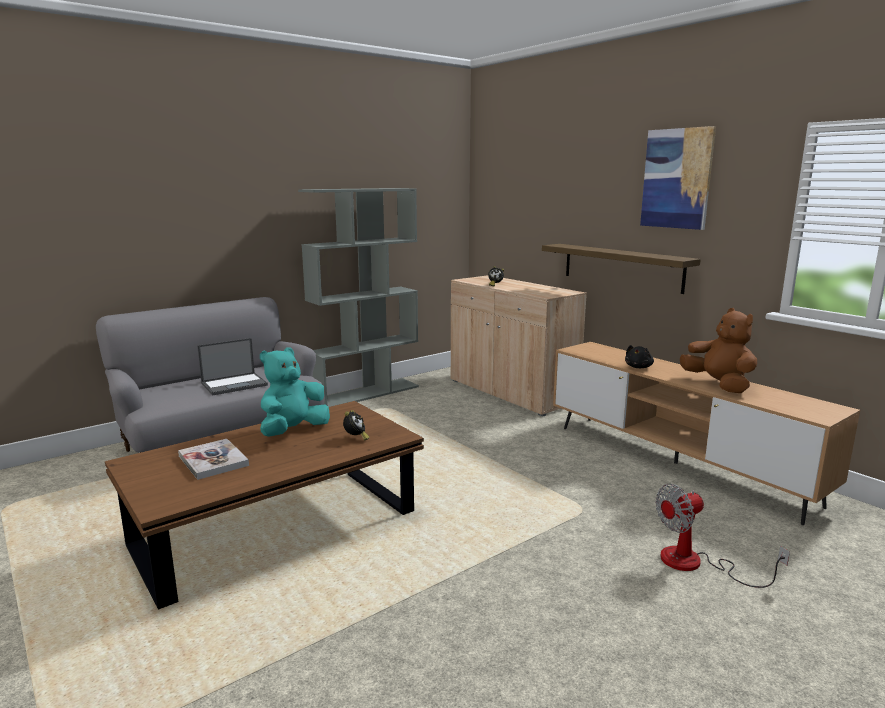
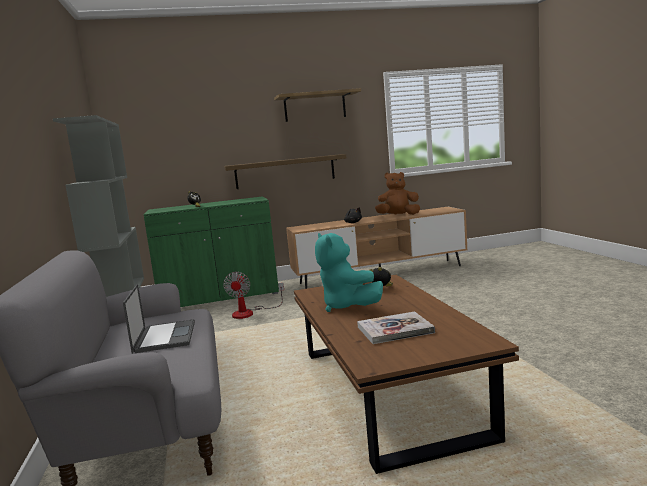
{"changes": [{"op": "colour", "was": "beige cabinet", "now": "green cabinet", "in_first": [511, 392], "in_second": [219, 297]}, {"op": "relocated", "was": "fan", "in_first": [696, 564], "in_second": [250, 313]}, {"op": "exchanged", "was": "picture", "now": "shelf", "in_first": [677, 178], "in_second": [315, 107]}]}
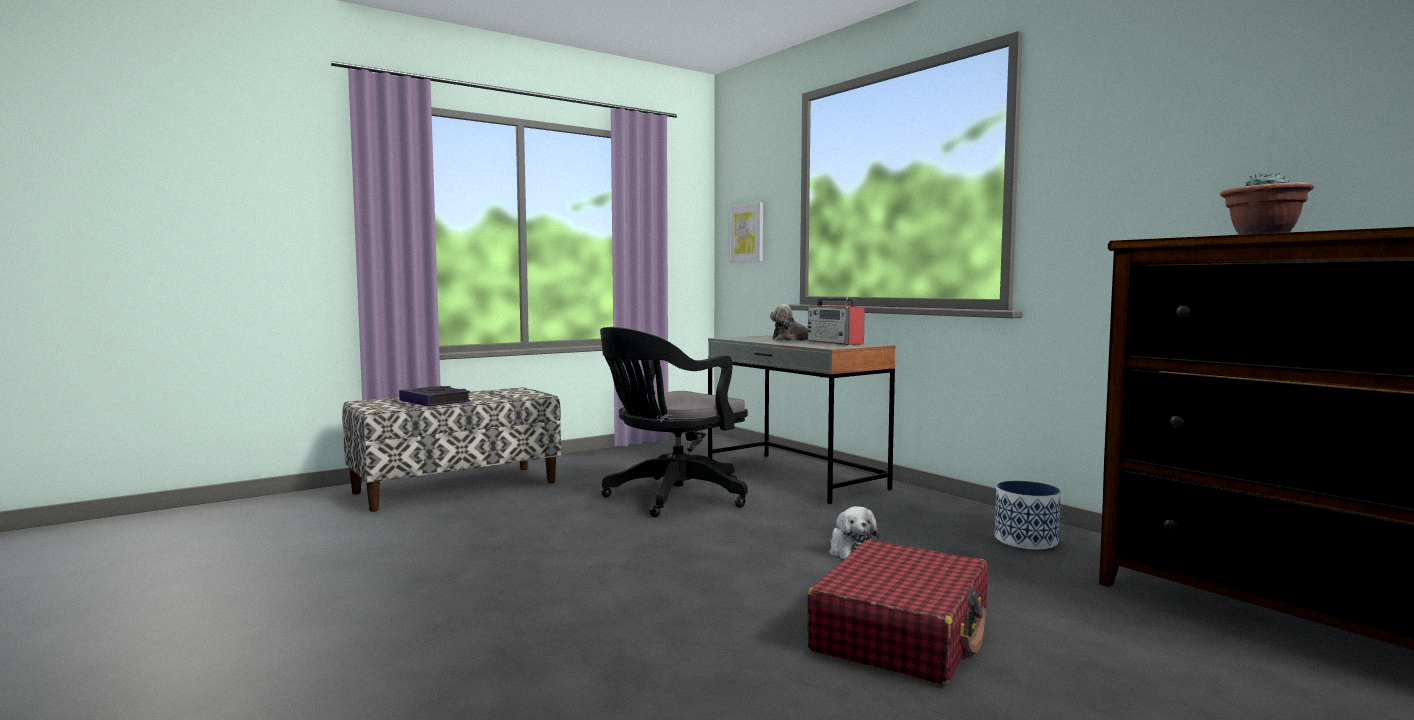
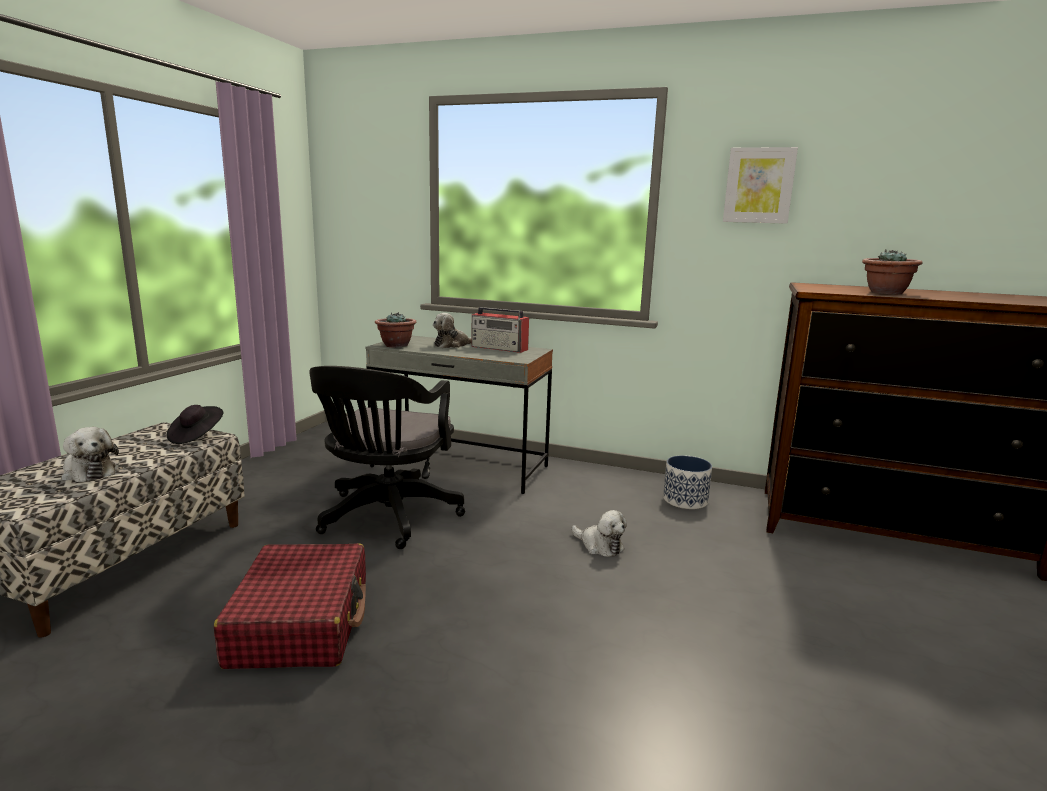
{"changes": [{"op": "exchanged", "was": "book", "now": "plush toy", "in_first": [435, 401], "in_second": [88, 472]}, {"op": "appeared", "now": "black hat", "in_second": [196, 436]}, {"op": "relocated", "was": "red suitcase", "in_first": [901, 634], "in_second": [301, 622]}, {"op": "appeared", "now": "potted plant", "in_second": [396, 345]}, {"op": "relocated", "was": "picture", "in_first": [747, 233], "in_second": [759, 185]}]}
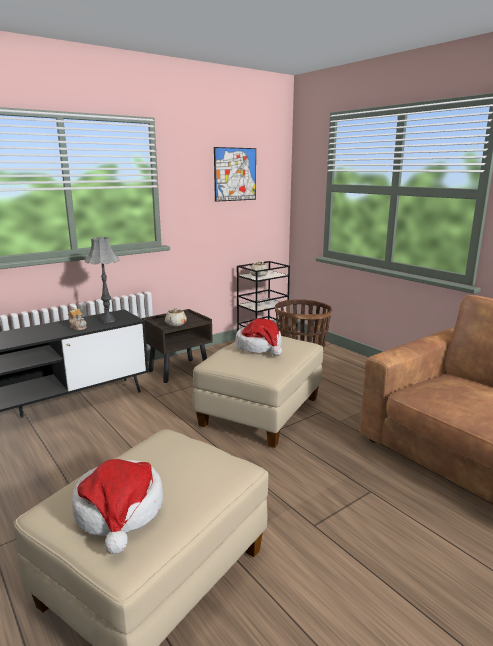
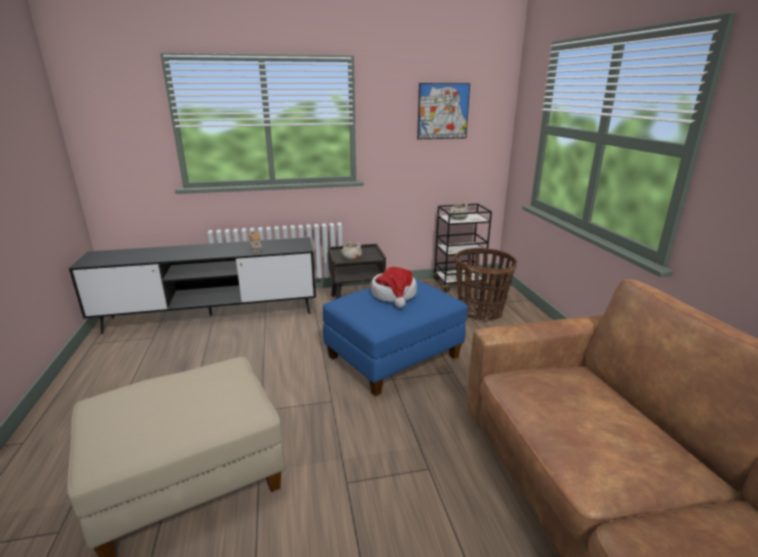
{"changes": [{"op": "colour", "was": "beige ottoman", "now": "blue ottoman", "in_first": [260, 412], "in_second": [393, 357]}, {"op": "missing", "was": "hat", "in_first": [120, 511]}, {"op": "missing", "was": "grey table lamp", "in_first": [108, 320]}]}
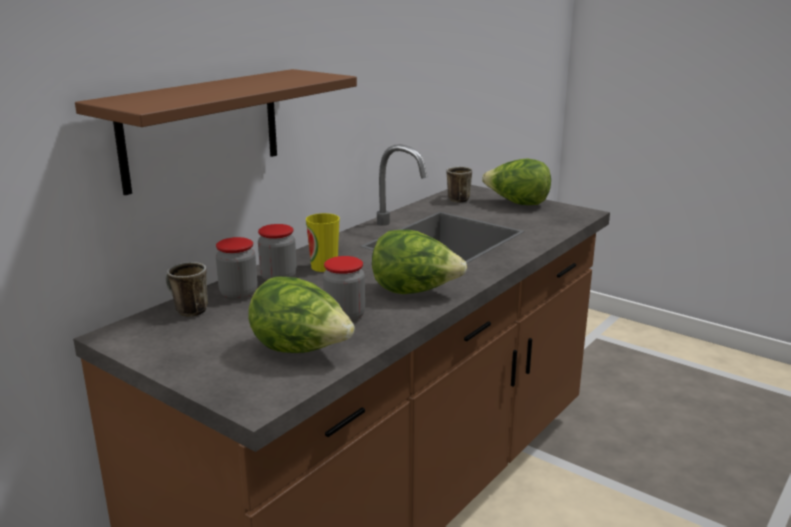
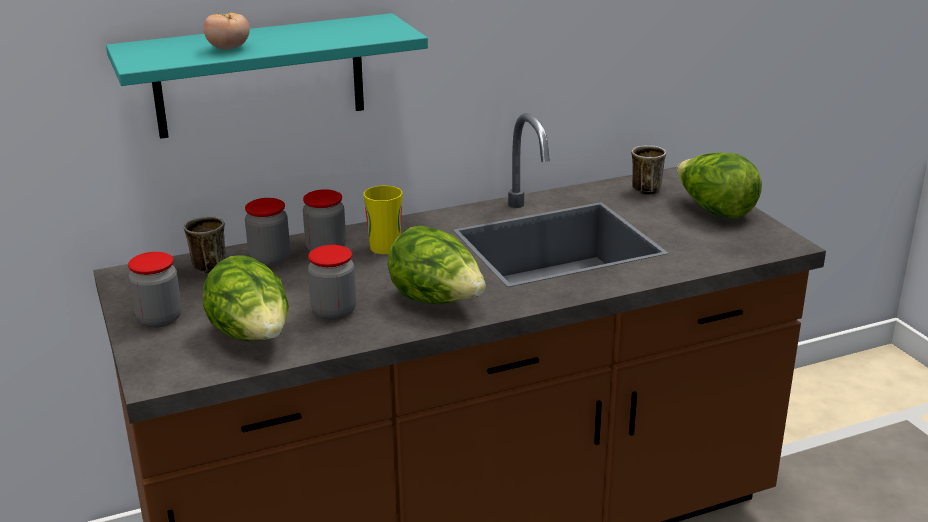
{"changes": [{"op": "colour", "was": "brown shelf", "now": "turquoise shelf", "in_first": [202, 129], "in_second": [260, 76]}, {"op": "appeared", "now": "jar", "in_second": [159, 319]}, {"op": "appeared", "now": "tomato", "in_second": [228, 49]}]}
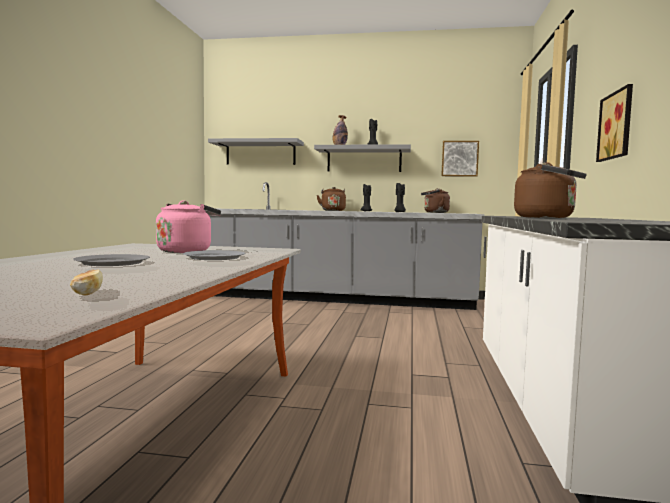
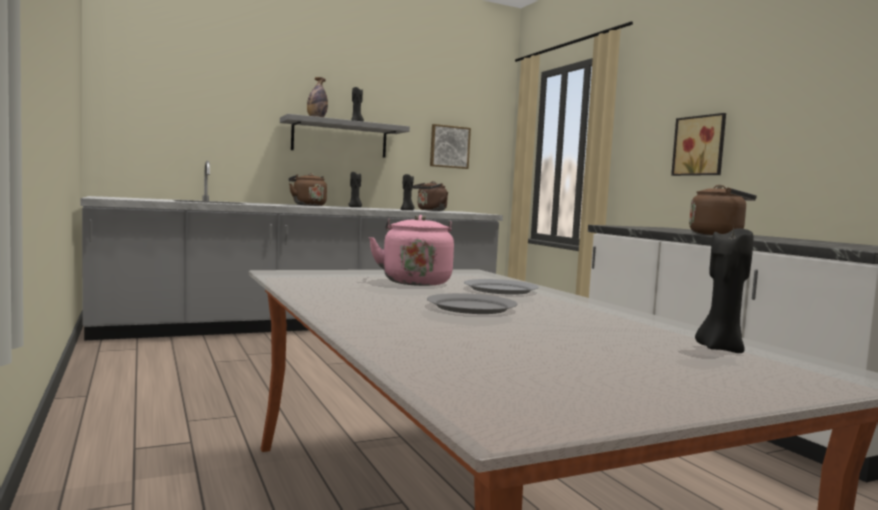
{"changes": [{"op": "exchanged", "was": "bread", "now": "black candle", "in_first": [86, 294], "in_second": [720, 349]}, {"op": "missing", "was": "grey shelf", "in_first": [260, 153]}]}
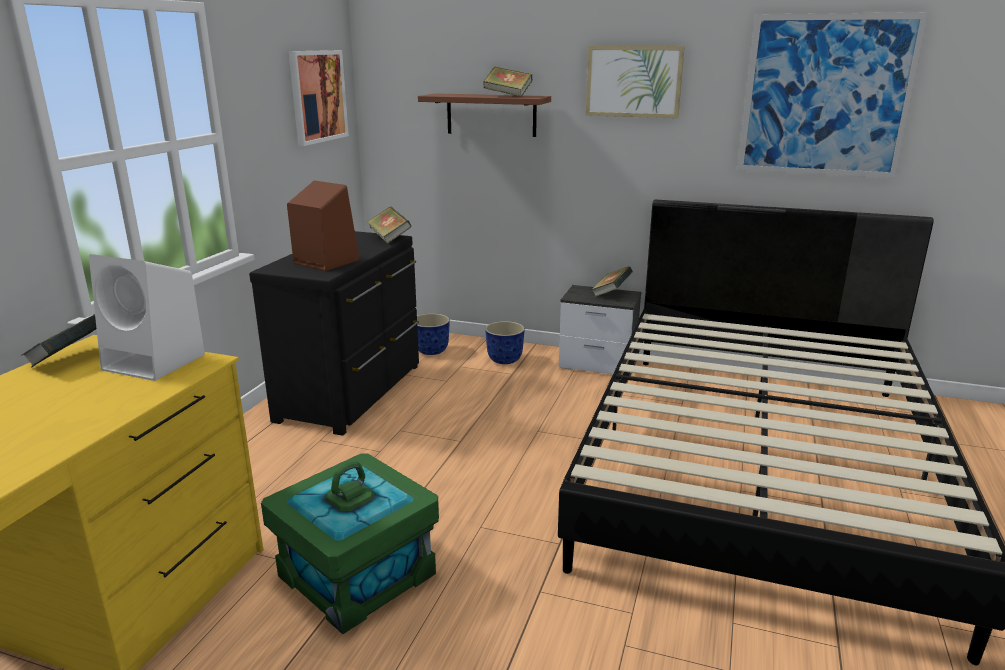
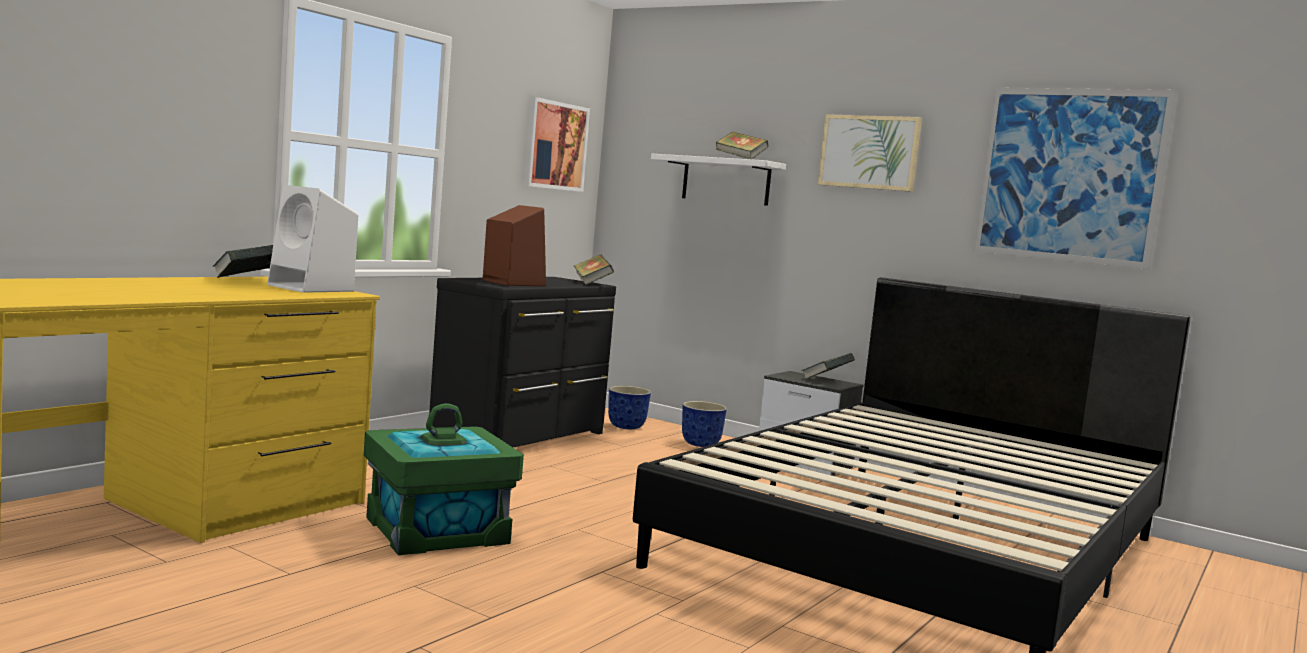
{"changes": [{"op": "colour", "was": "brown shelf", "now": "white shelf", "in_first": [491, 115], "in_second": [726, 181]}]}
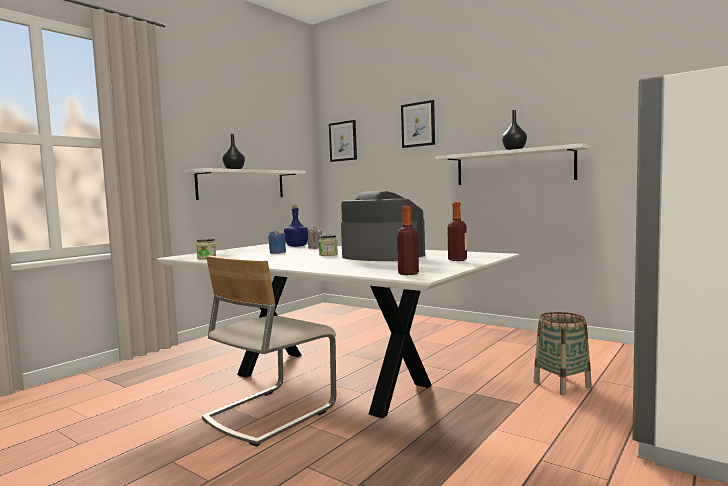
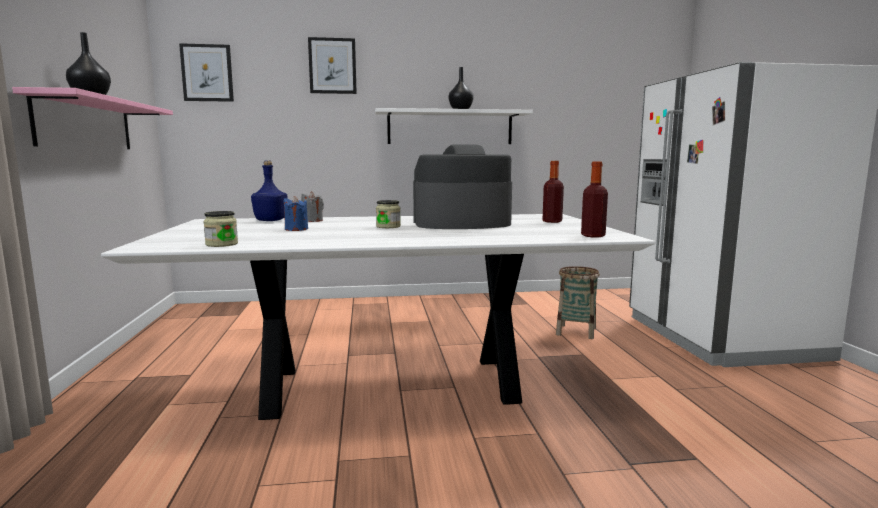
{"changes": [{"op": "colour", "was": "white shelf", "now": "pink shelf", "in_first": [242, 184], "in_second": [86, 124]}, {"op": "missing", "was": "beige chair", "in_first": [269, 413]}]}
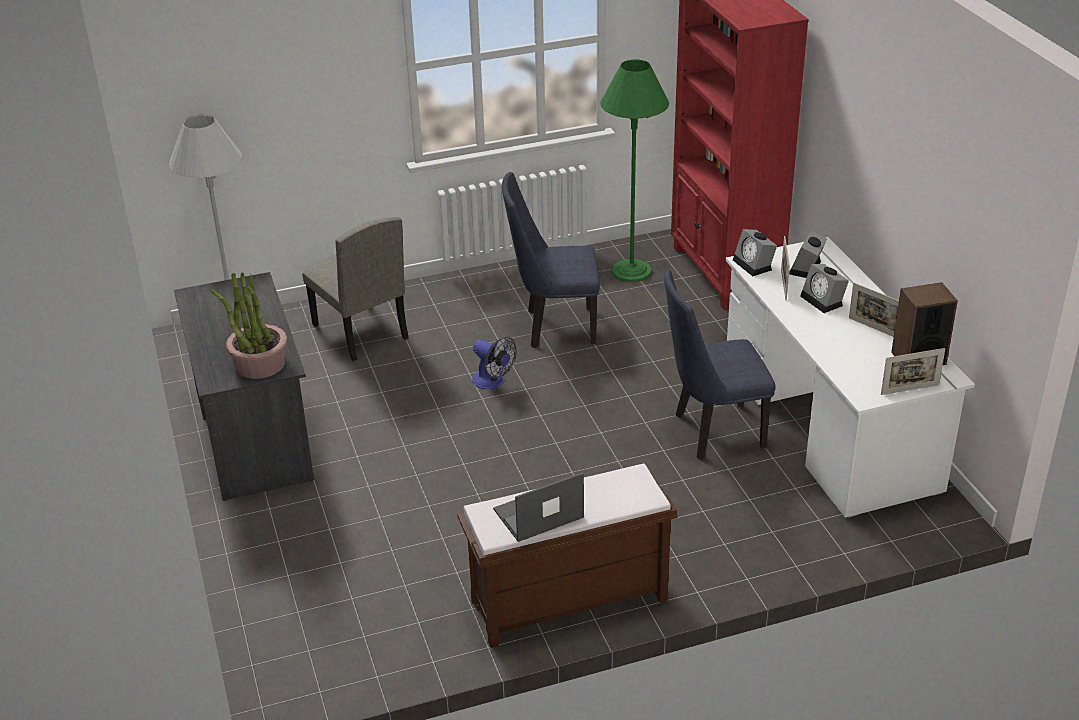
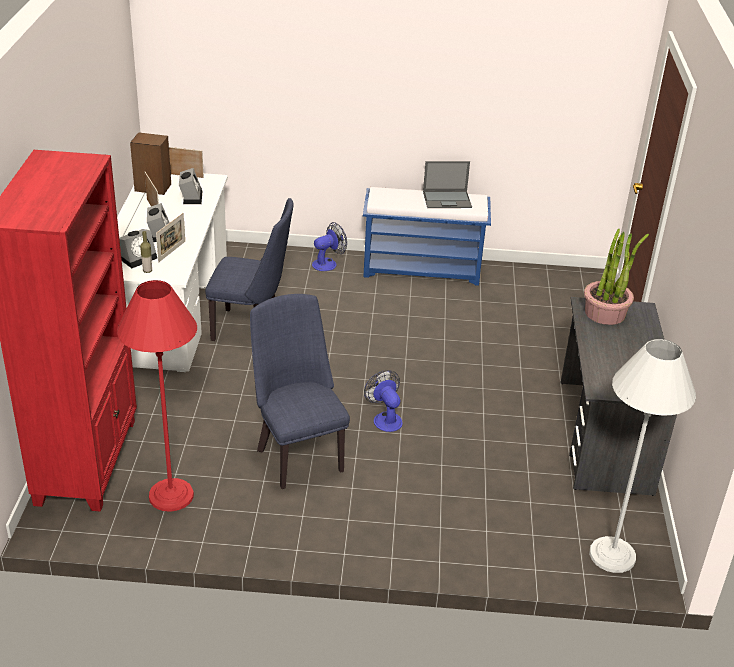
{"changes": [{"op": "colour", "was": "green floor lamp", "now": "red floor lamp", "in_first": [631, 271], "in_second": [171, 495]}, {"op": "appeared", "now": "bottle", "in_second": [147, 271]}, {"op": "relocated", "was": "alarm clock", "in_first": [754, 265], "in_second": [191, 197]}, {"op": "spun", "was": "blue chair", "in_first": [553, 327], "in_second": [297, 455], "clockwise": -135}, {"op": "appeared", "now": "fan", "in_second": [328, 263]}, {"op": "colour", "was": "brown bench", "now": "blue bench", "in_first": [567, 602], "in_second": [422, 270]}, {"op": "missing", "was": "beige chair", "in_first": [359, 332]}]}
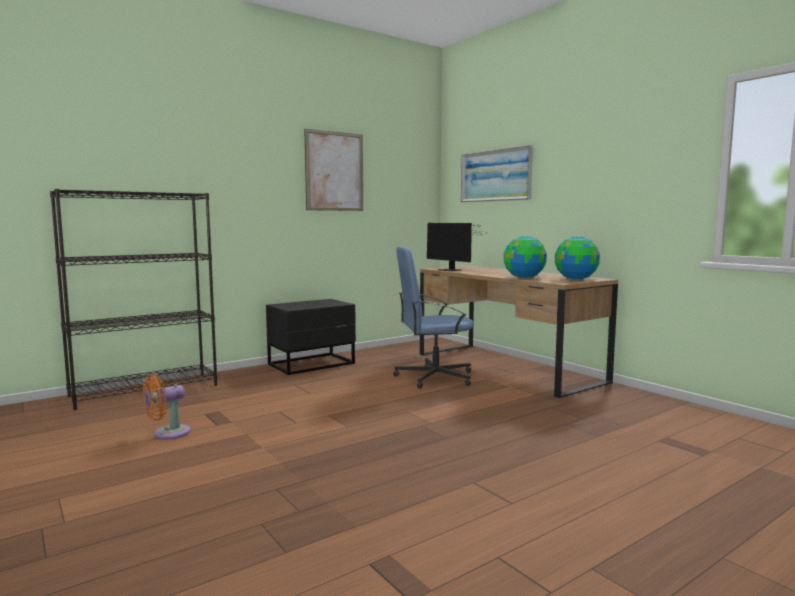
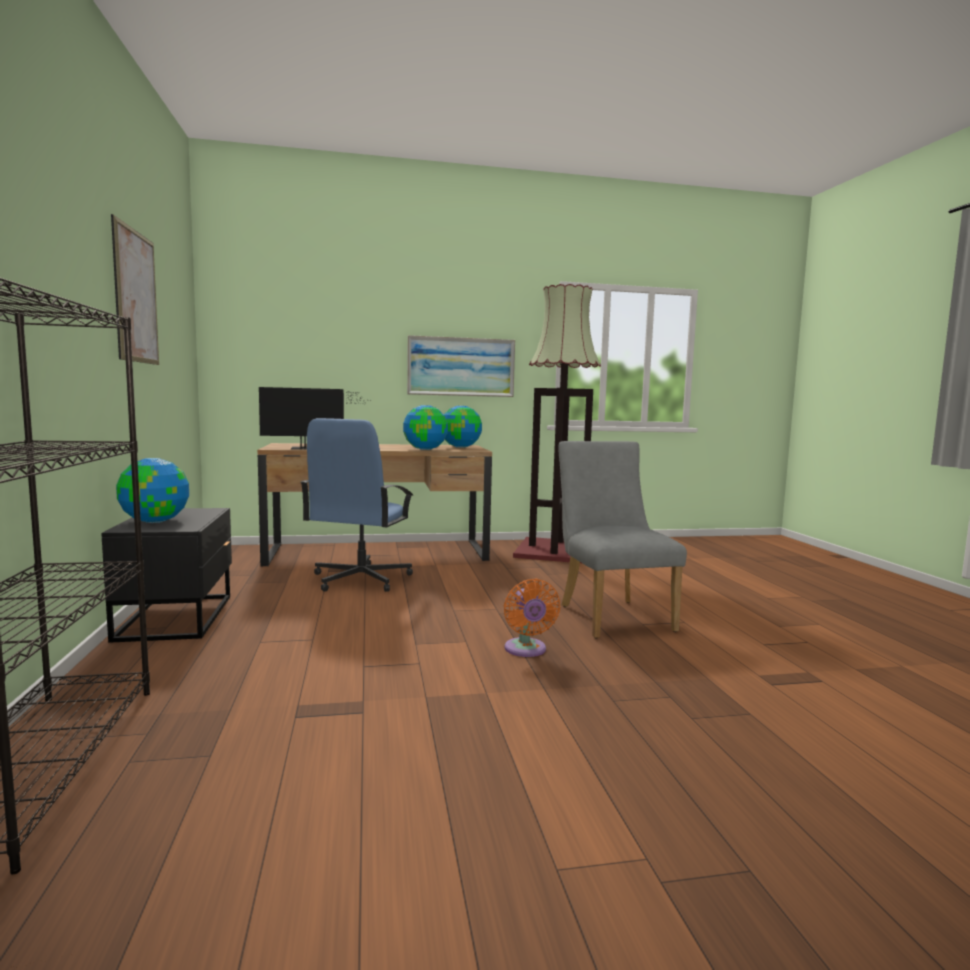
{"changes": [{"op": "appeared", "now": "globe", "in_second": [154, 521]}, {"op": "relocated", "was": "picture", "in_first": [495, 175], "in_second": [461, 367]}, {"op": "relocated", "was": "orange fan", "in_first": [168, 433], "in_second": [526, 650]}, {"op": "appeared", "now": "floor lamp", "in_second": [558, 551]}, {"op": "appeared", "now": "grey chair", "in_second": [611, 615]}]}
